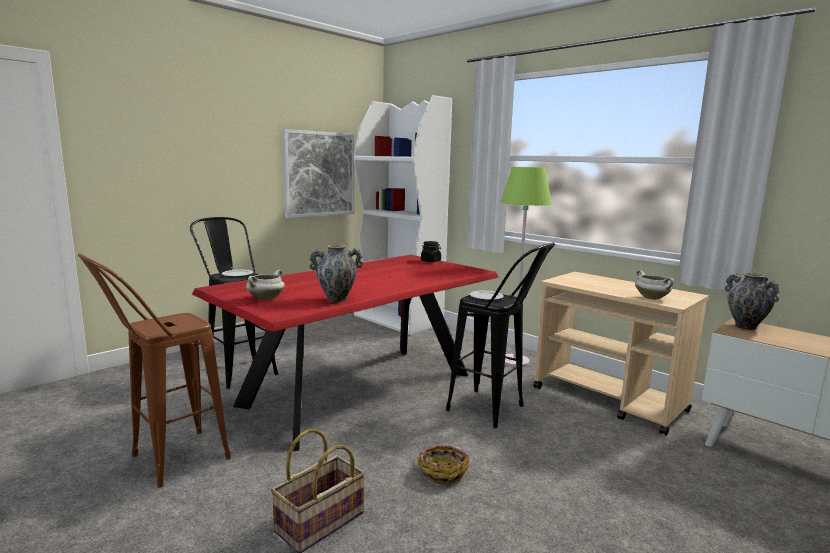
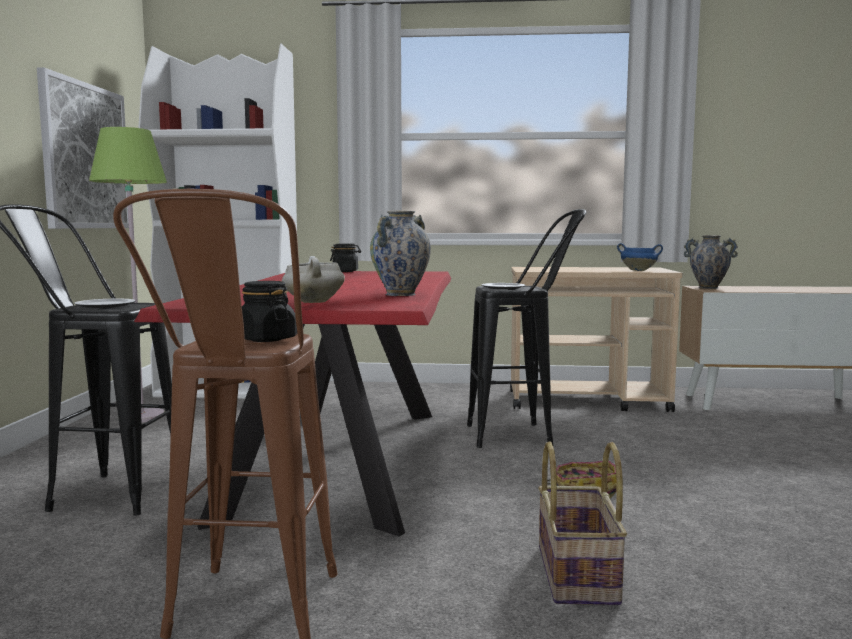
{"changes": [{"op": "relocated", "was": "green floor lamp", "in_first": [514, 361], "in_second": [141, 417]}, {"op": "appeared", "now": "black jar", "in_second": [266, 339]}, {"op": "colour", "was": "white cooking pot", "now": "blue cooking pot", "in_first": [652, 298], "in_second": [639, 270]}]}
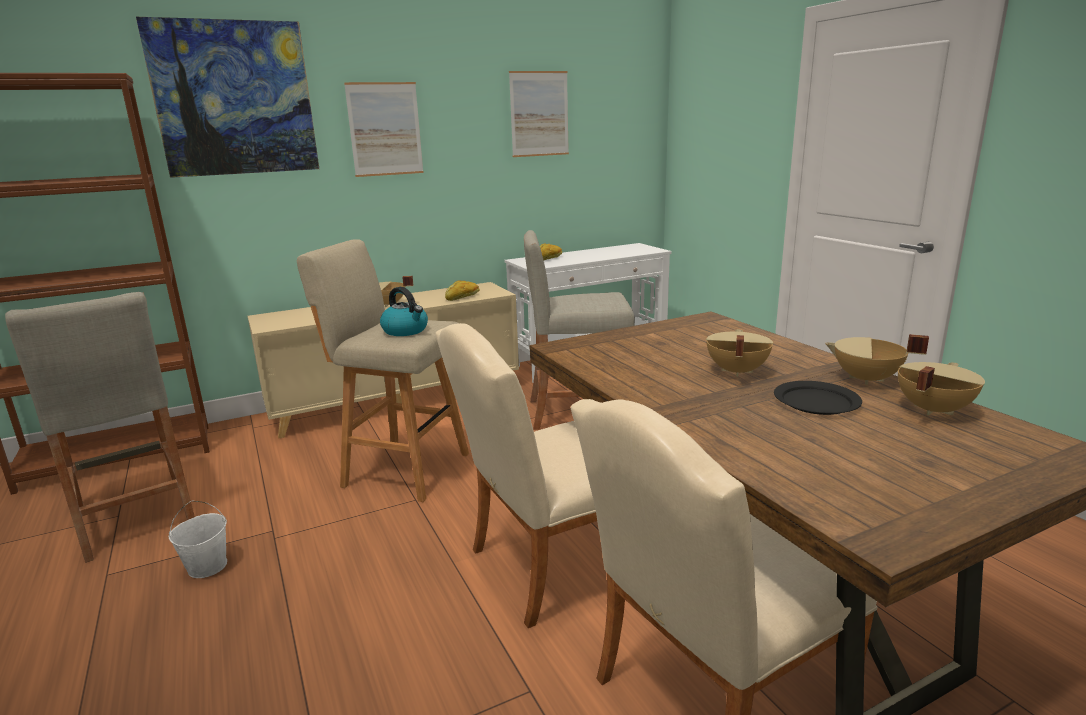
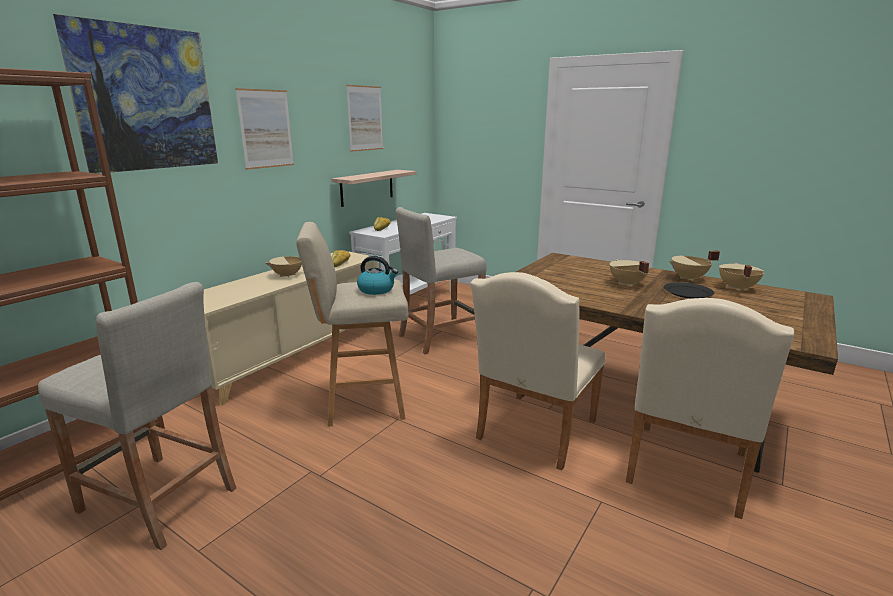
{"changes": [{"op": "appeared", "now": "shelf", "in_second": [367, 187]}, {"op": "missing", "was": "white bucket", "in_first": [207, 566]}]}
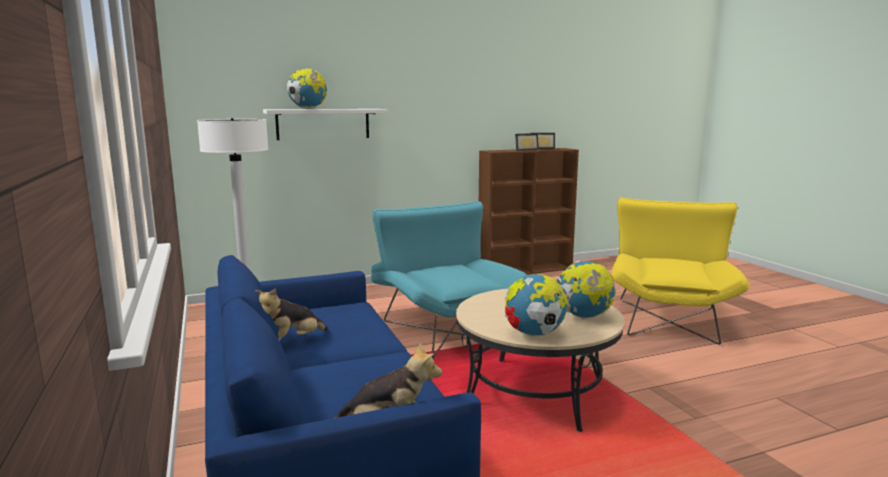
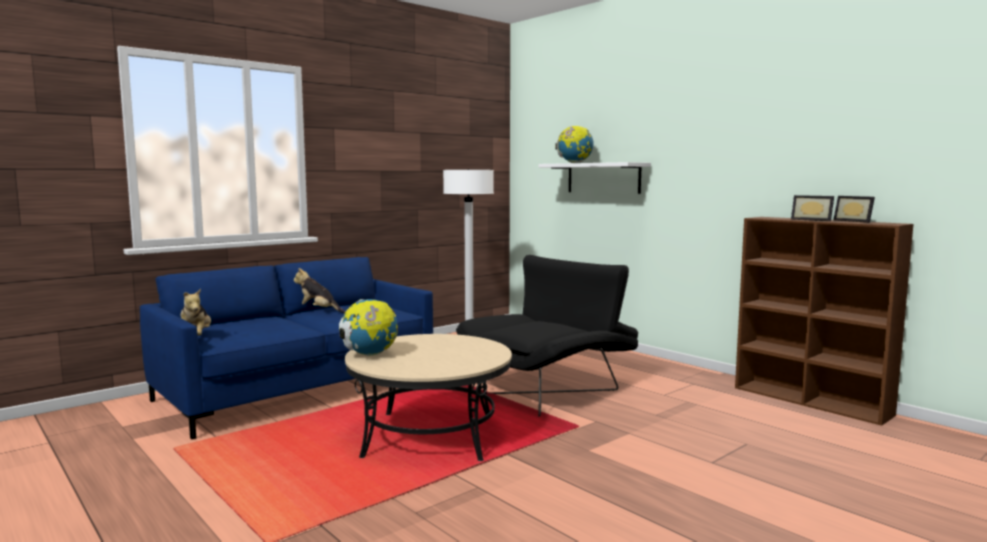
{"changes": [{"op": "colour", "was": "turquoise armchair", "now": "black armchair", "in_first": [443, 327], "in_second": [550, 389]}, {"op": "missing", "was": "globe", "in_first": [583, 317]}, {"op": "missing", "was": "yellow armchair", "in_first": [668, 317]}]}
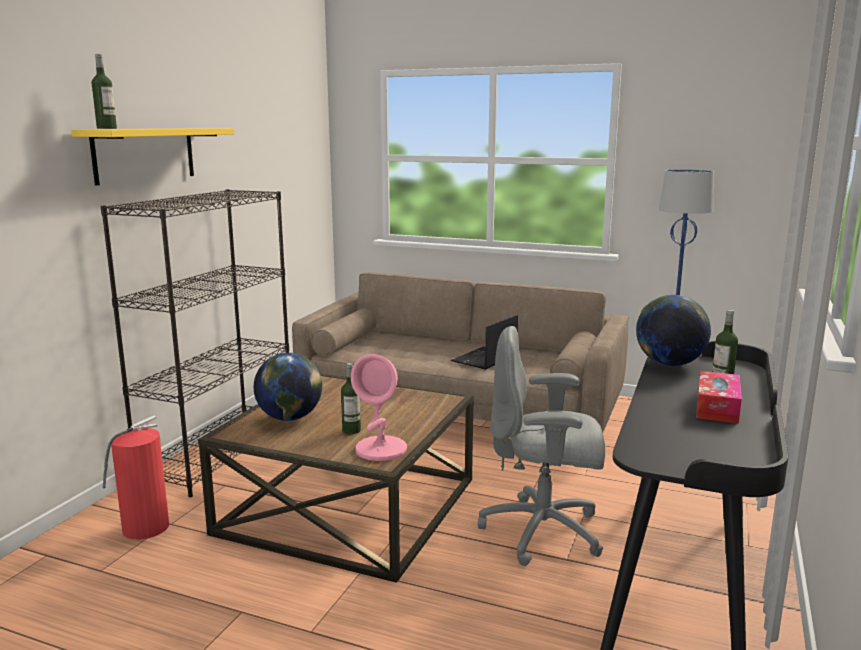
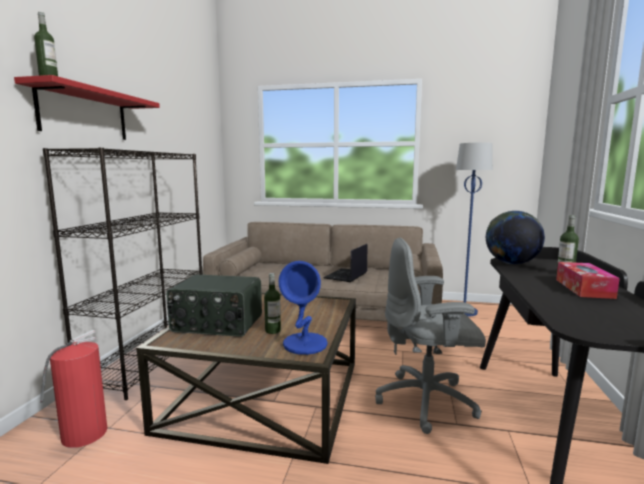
{"changes": [{"op": "colour", "was": "yellow shelf", "now": "red shelf", "in_first": [145, 154], "in_second": [84, 114]}, {"op": "exchanged", "was": "globe", "now": "radio", "in_first": [290, 418], "in_second": [217, 324]}, {"op": "colour", "was": "pink table lamp", "now": "blue table lamp", "in_first": [381, 449], "in_second": [305, 344]}]}
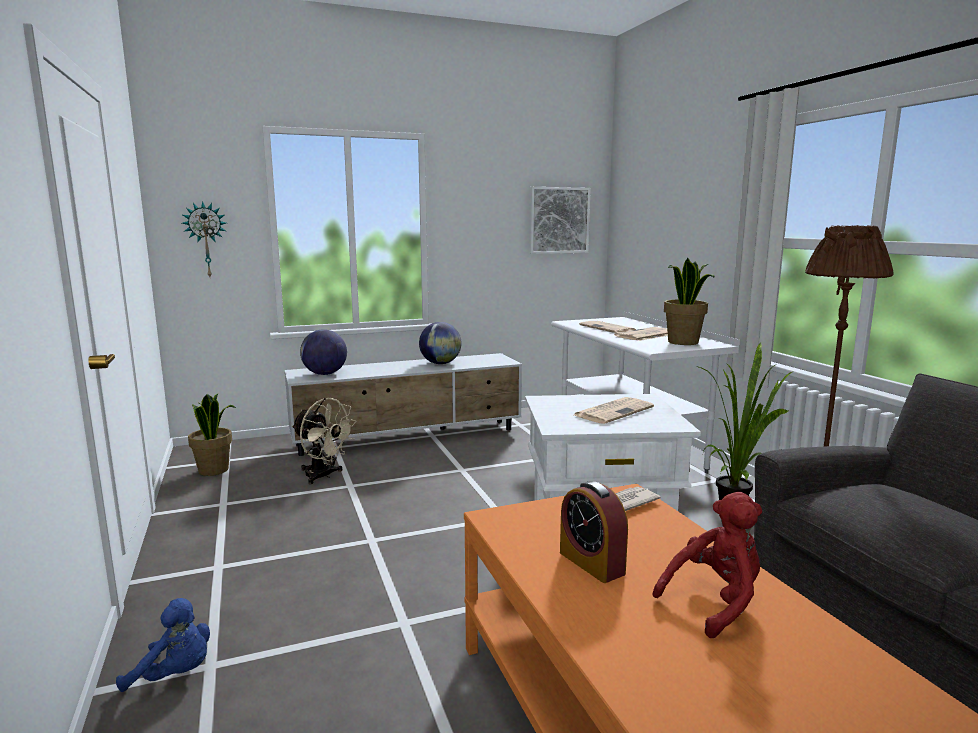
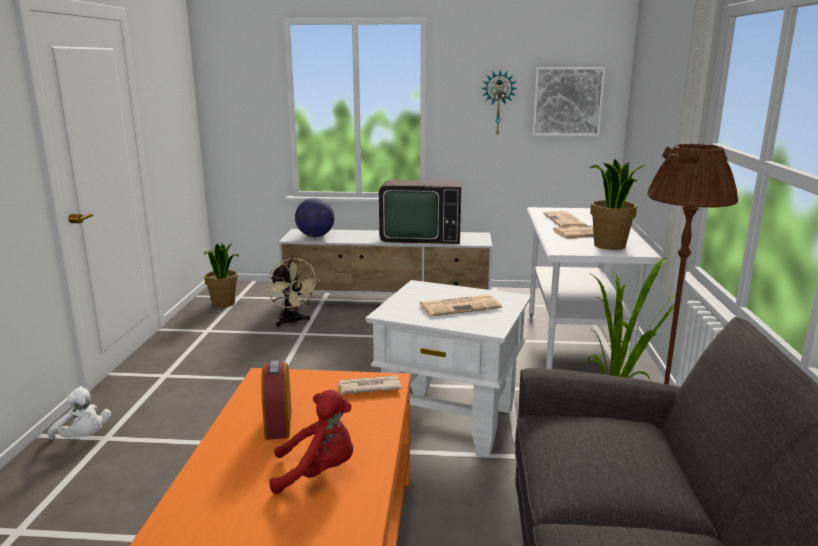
{"changes": [{"op": "colour", "was": "blue plush toy", "now": "white plush toy", "in_first": [175, 675], "in_second": [84, 438]}, {"op": "exchanged", "was": "globe", "now": "television", "in_first": [440, 363], "in_second": [420, 237]}, {"op": "relocated", "was": "wall clock", "in_first": [206, 240], "in_second": [498, 103]}]}
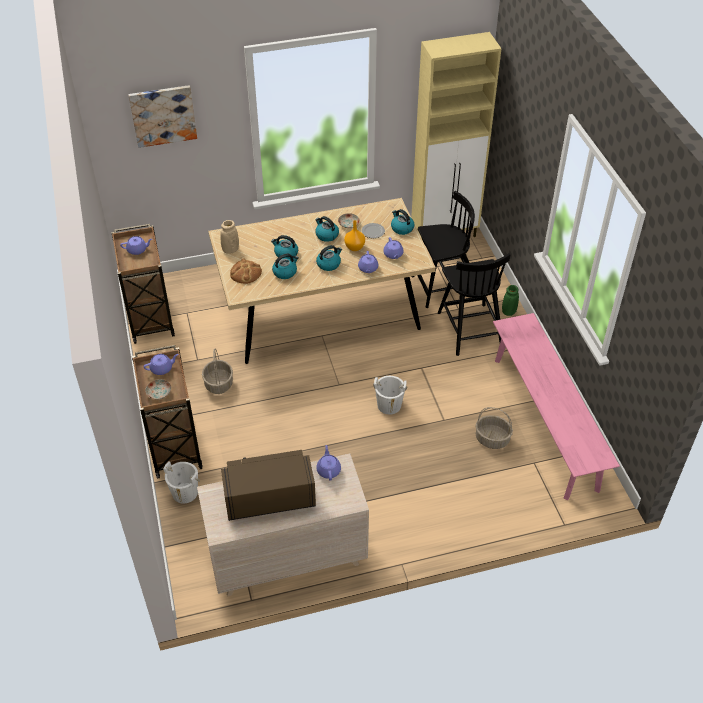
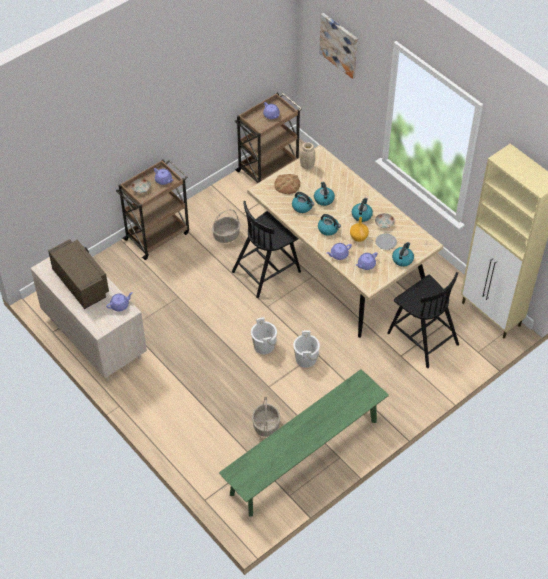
{"changes": [{"op": "colour", "was": "pink bench", "now": "green bench", "in_first": [544, 422], "in_second": [304, 457]}, {"op": "relocated", "was": "black chair", "in_first": [469, 328], "in_second": [267, 271]}, {"op": "relocated", "was": "white bucket", "in_first": [185, 492], "in_second": [306, 359]}, {"op": "missing", "was": "green vase", "in_first": [509, 312]}]}
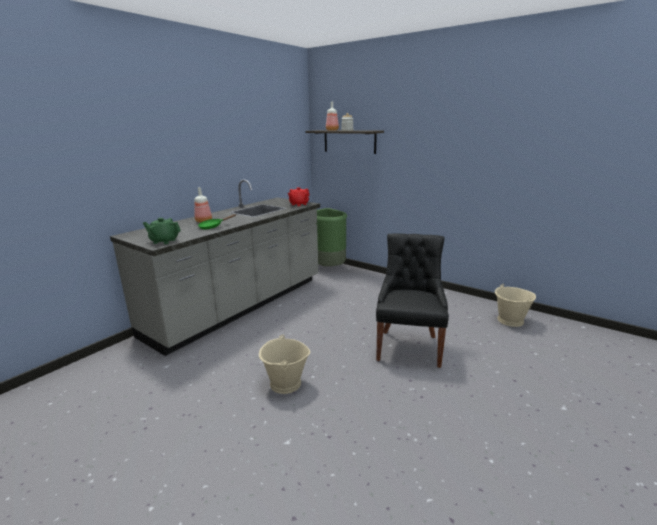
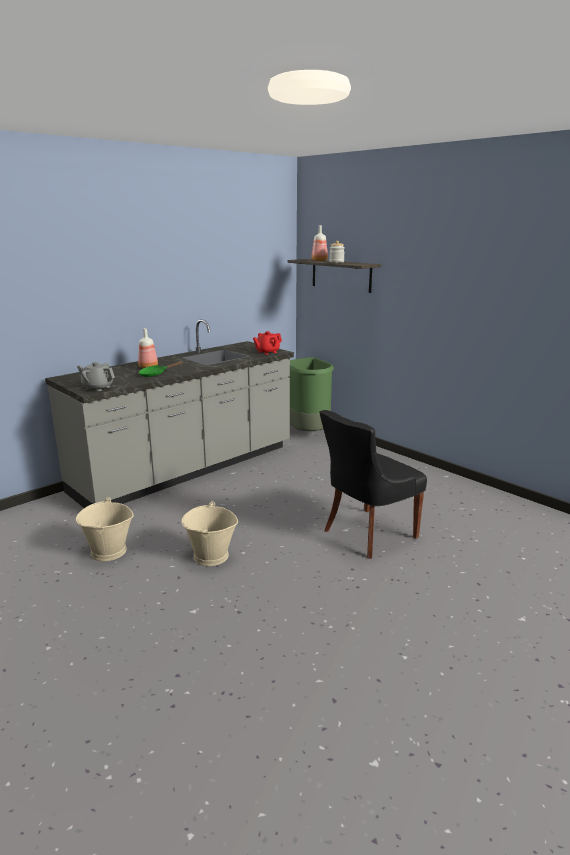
{"changes": [{"op": "relocated", "was": "beige bucket", "in_first": [510, 321], "in_second": [108, 551]}, {"op": "colour", "was": "green teapot", "now": "grey teapot", "in_first": [164, 241], "in_second": [97, 388]}, {"op": "spun", "was": "black chair", "in_first": [408, 347], "in_second": [367, 534], "clockwise": -150}]}
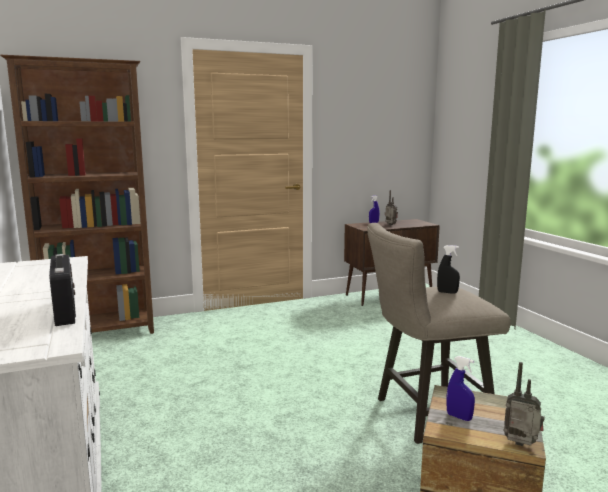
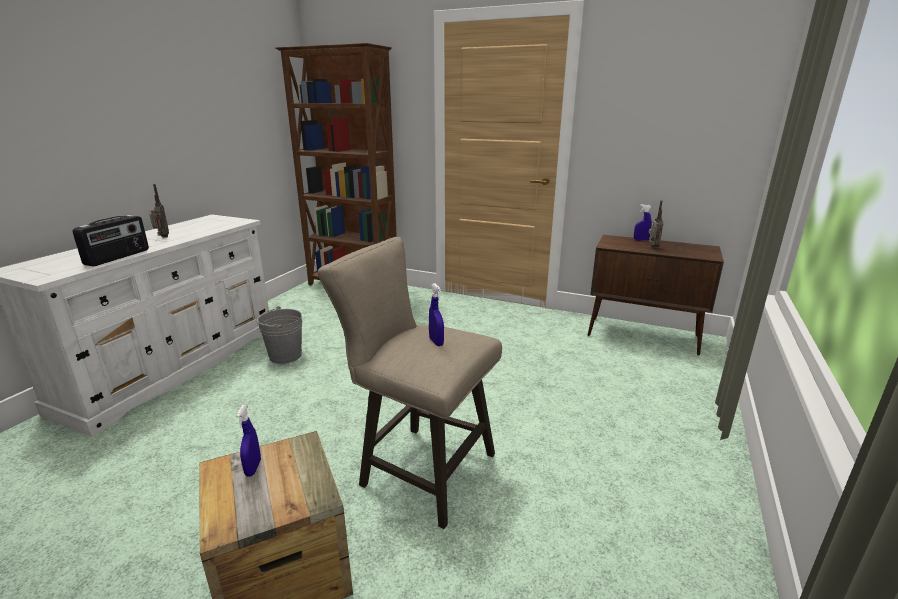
{"changes": [{"op": "relocated", "was": "radio", "in_first": [521, 446], "in_second": [162, 237]}, {"op": "appeared", "now": "grey bucket", "in_second": [285, 356]}, {"op": "colour", "was": "black spray bottle", "now": "blue spray bottle", "in_first": [447, 292], "in_second": [436, 342]}]}
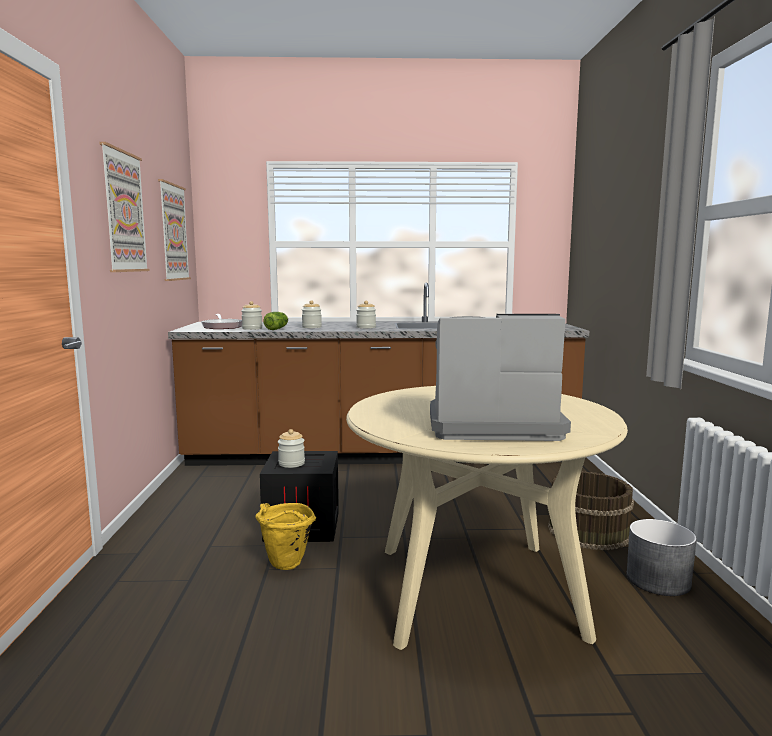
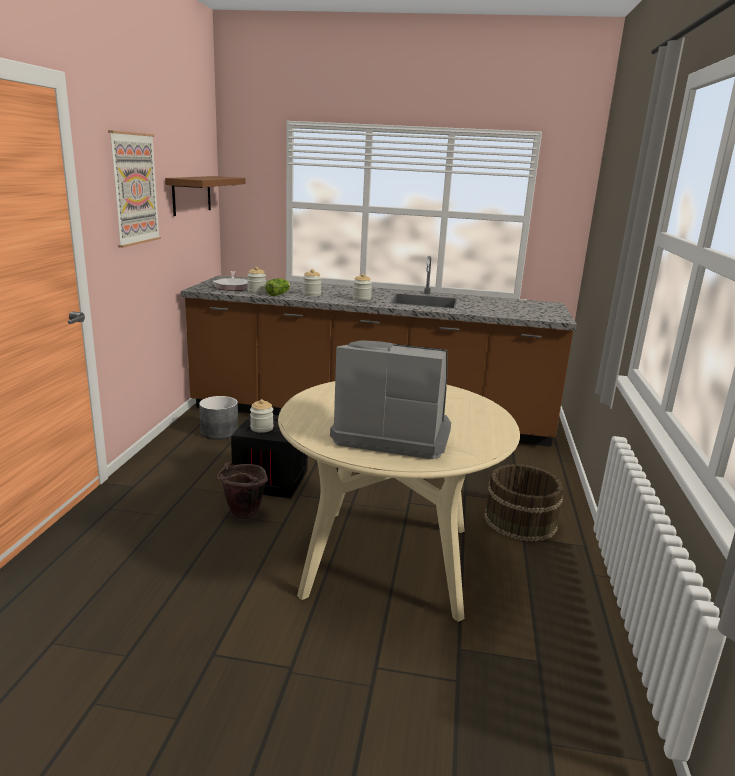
{"changes": [{"op": "exchanged", "was": "picture", "now": "brown shelf", "in_first": [173, 232], "in_second": [191, 195]}, {"op": "relocated", "was": "grey planter", "in_first": [658, 580], "in_second": [219, 432]}, {"op": "colour", "was": "yellow bucket", "now": "brown bucket", "in_first": [285, 566], "in_second": [242, 515]}]}
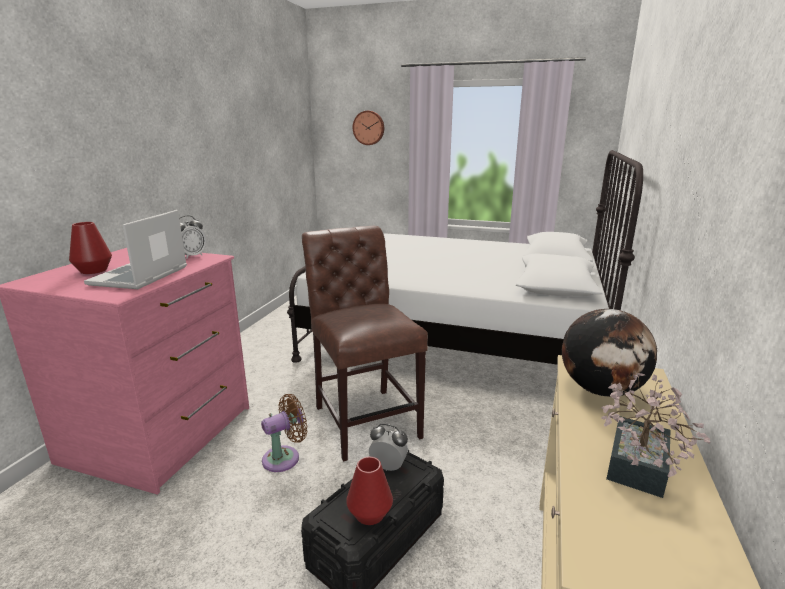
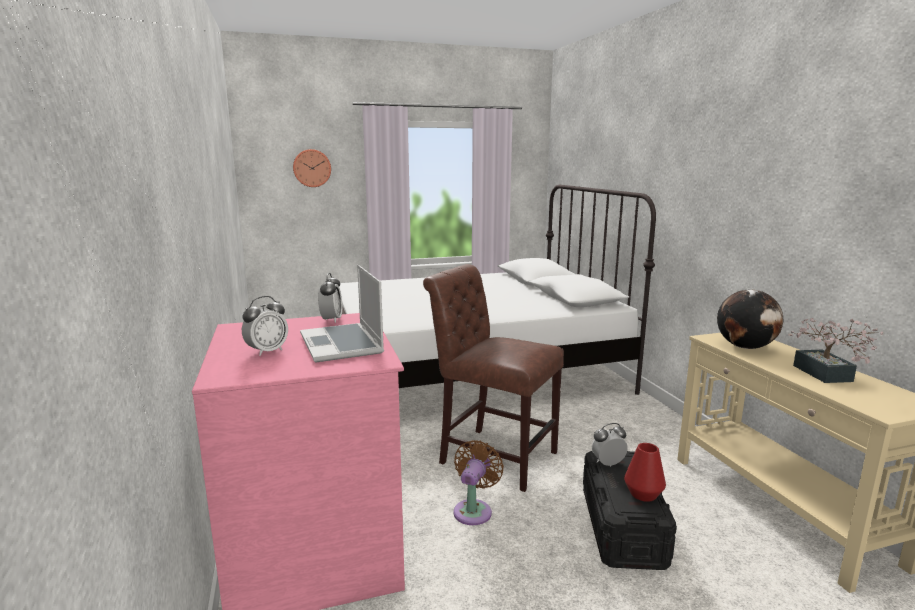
{"changes": [{"op": "exchanged", "was": "red vase", "now": "alarm clock", "in_first": [94, 270], "in_second": [267, 351]}]}
